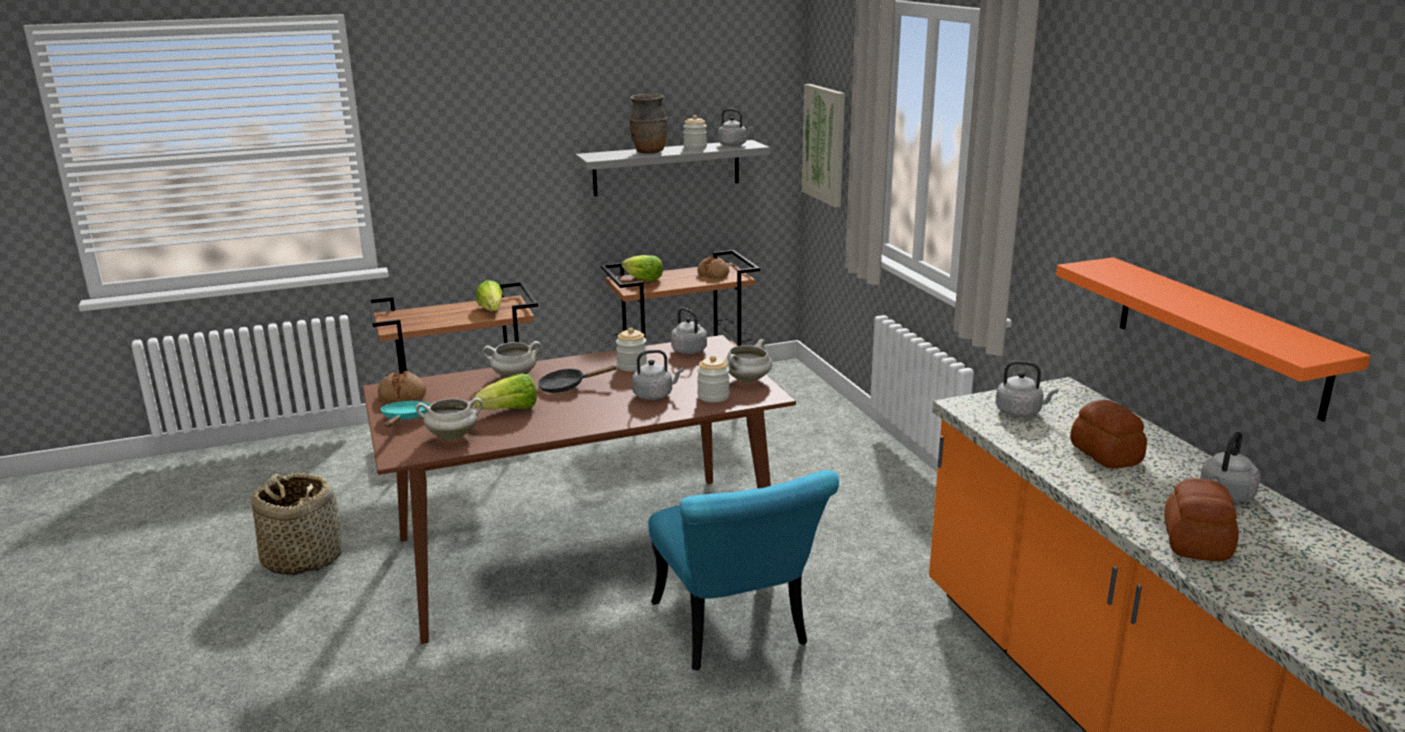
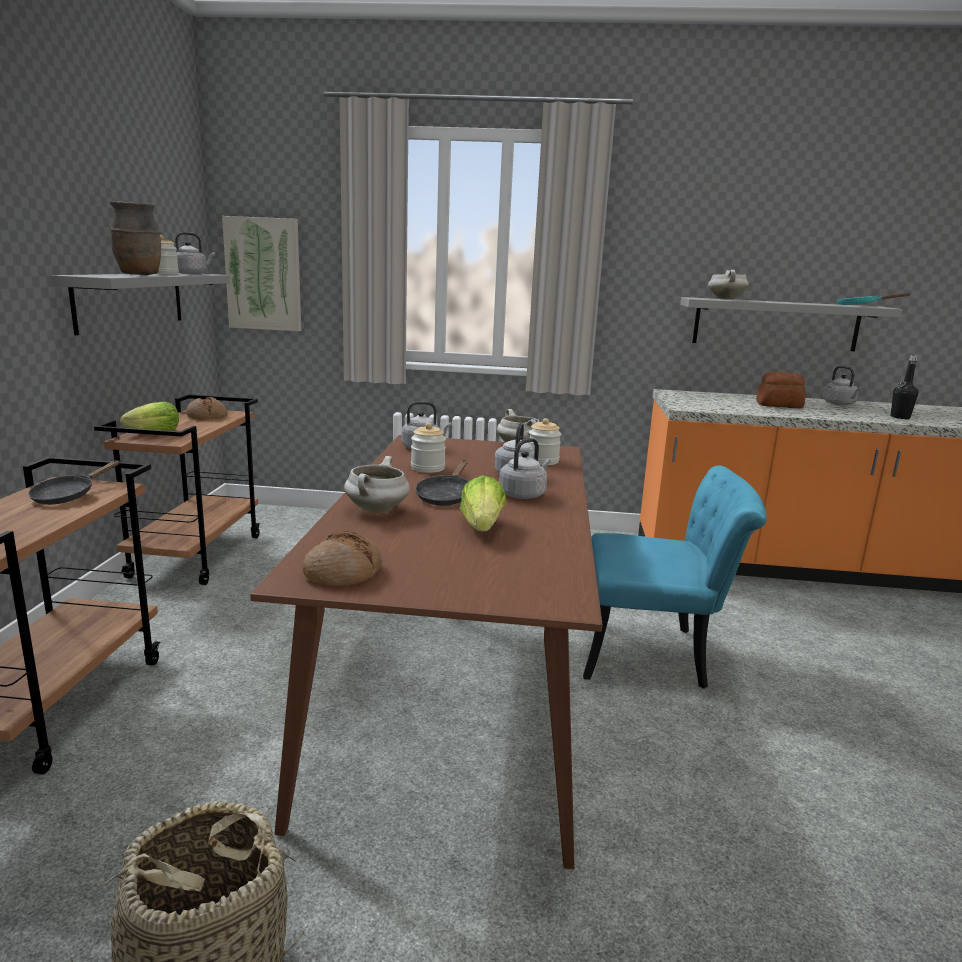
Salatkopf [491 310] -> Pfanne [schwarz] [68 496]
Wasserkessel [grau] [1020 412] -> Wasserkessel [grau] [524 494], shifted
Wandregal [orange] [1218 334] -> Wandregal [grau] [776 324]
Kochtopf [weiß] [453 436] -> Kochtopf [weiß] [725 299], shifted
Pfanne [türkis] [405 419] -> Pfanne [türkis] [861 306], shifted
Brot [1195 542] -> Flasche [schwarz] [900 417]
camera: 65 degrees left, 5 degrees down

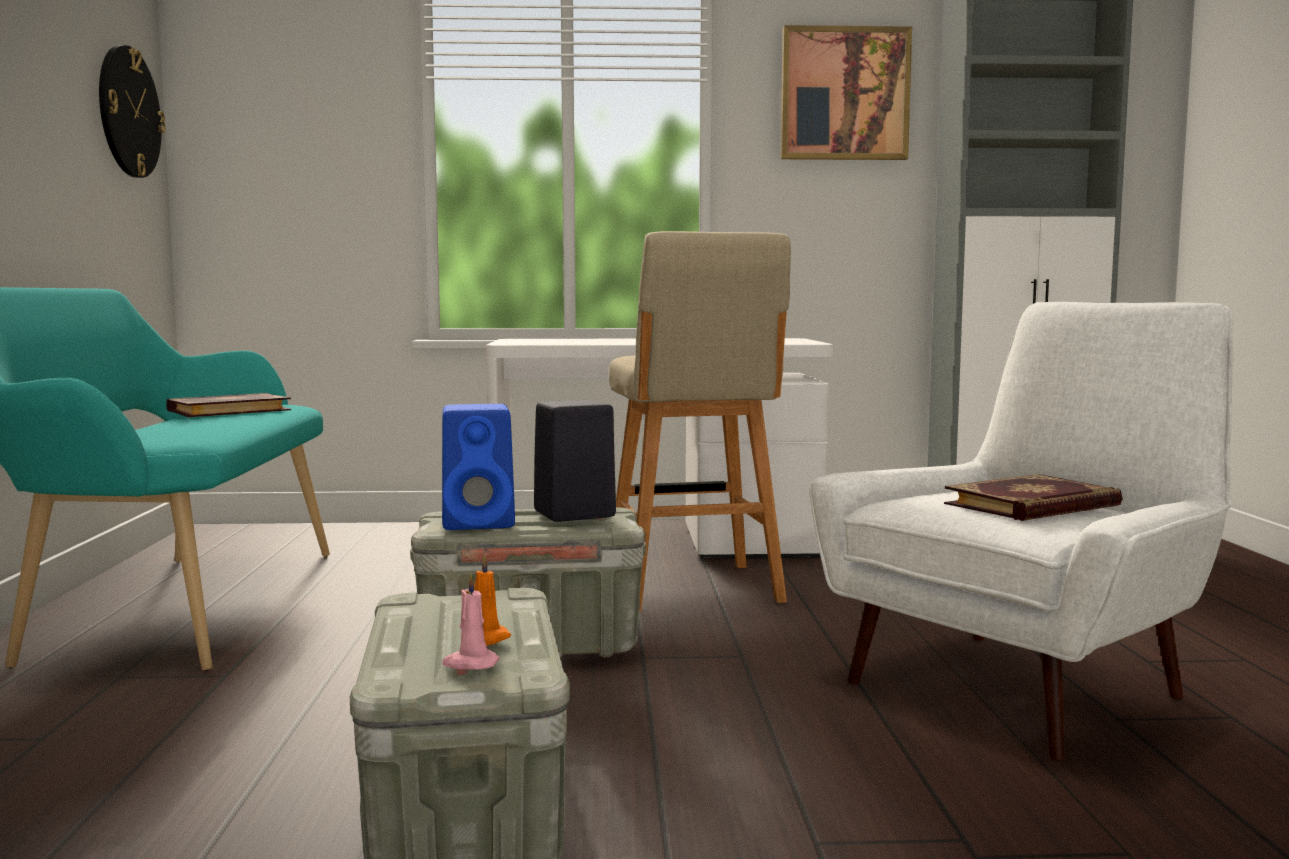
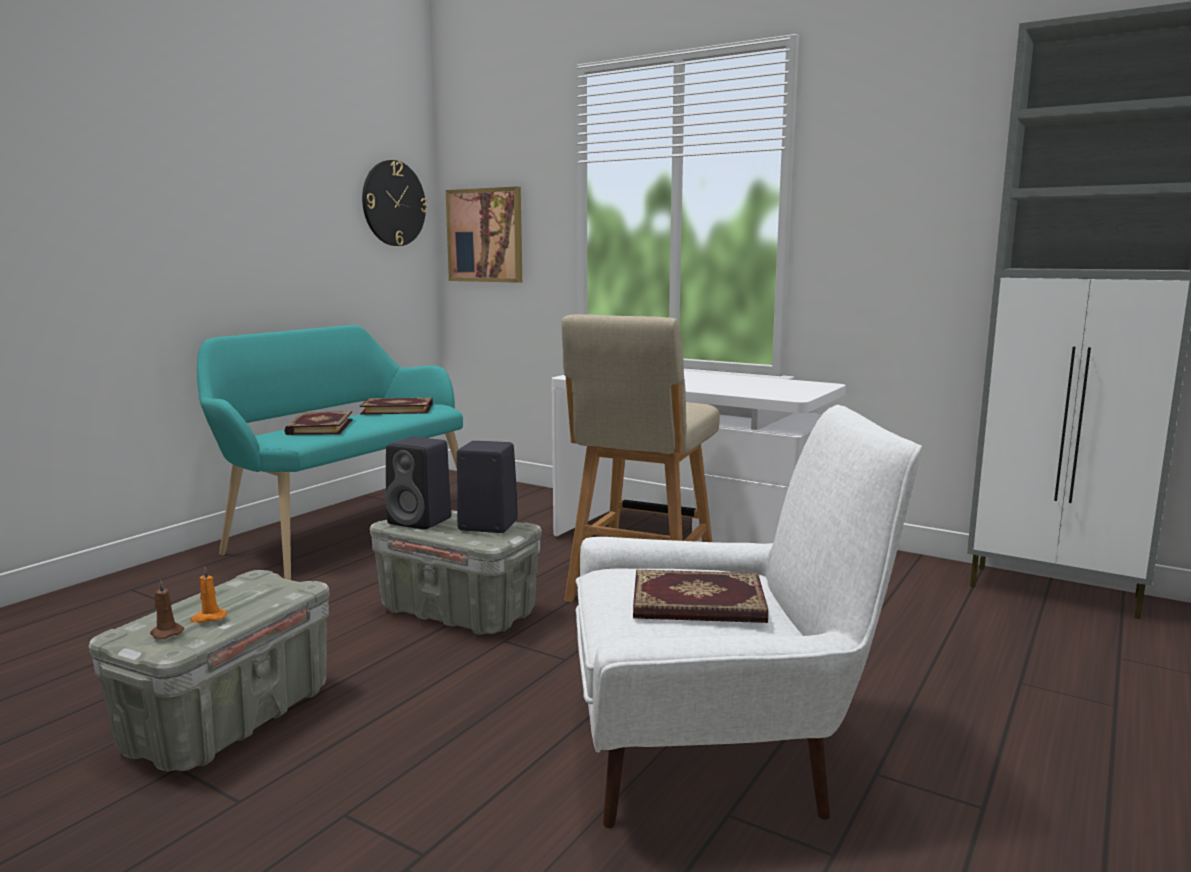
Kerze [rosa] [470 664] -> Kerze [braun] [166 633]
none -> Buch [319 427]
Lautsprecher [blau] [481 522] -> Lautsprecher [schwarz] [422 521]
Bild [844 94] -> Bild [485 235], shifted
camera: 35 degrees right, 5 degrees up

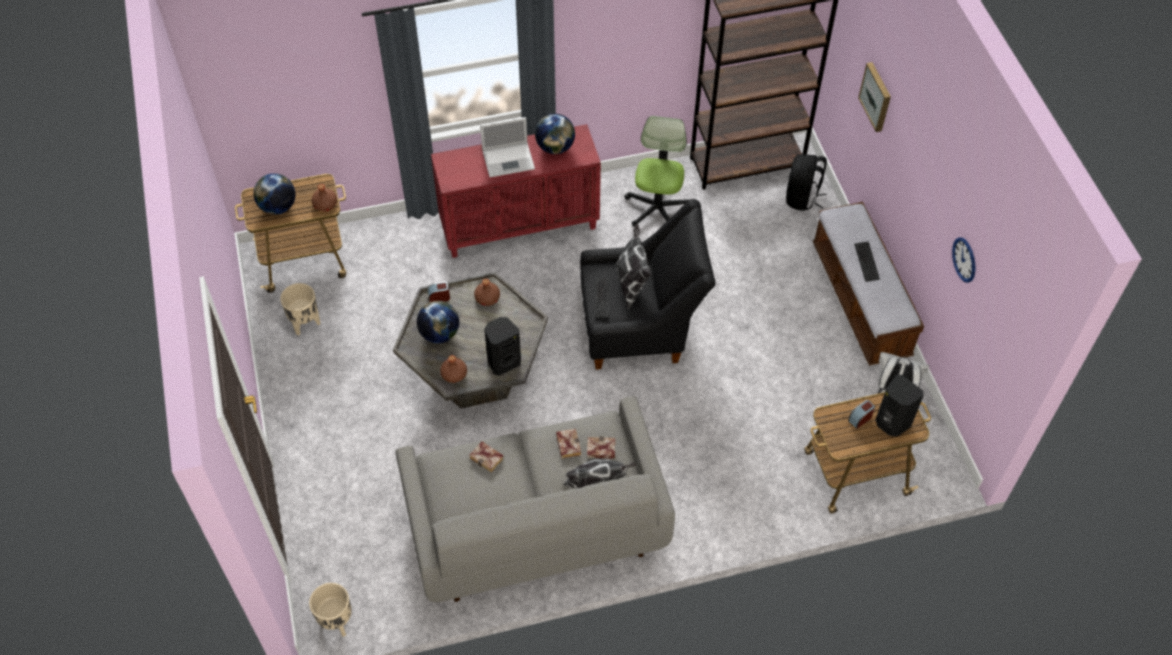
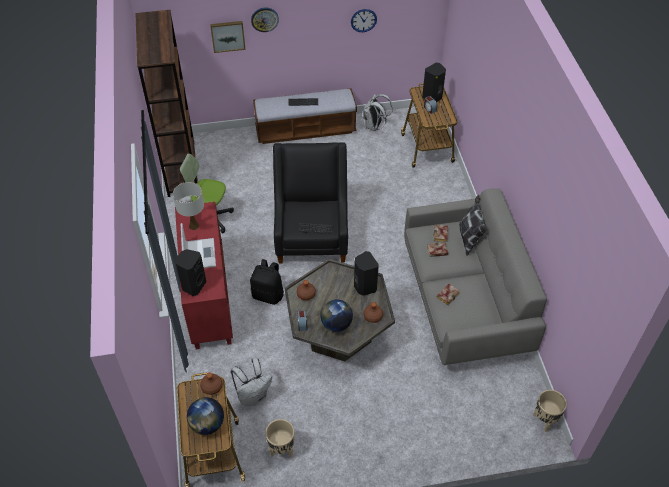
Globus [555 147] -> Tischlampe [weiß] [194 226]
none -> Lautsprecher [schwarz] [193 285]
none -> Rucksack [weiß] [253 396]
Rucksack [schwarz] [802 198] -> Rucksack [schwarz] [268 295], shifted
none -> Wanduhr [264 19]
Kissen [631 284] -> none
camera: 85 degrees left, 5 degrees down

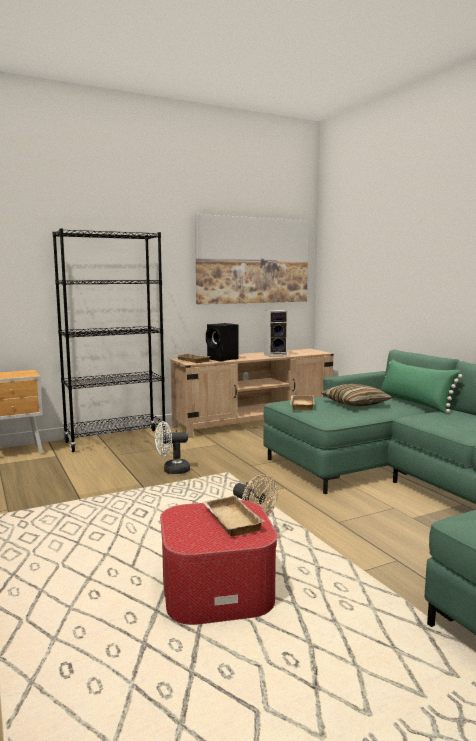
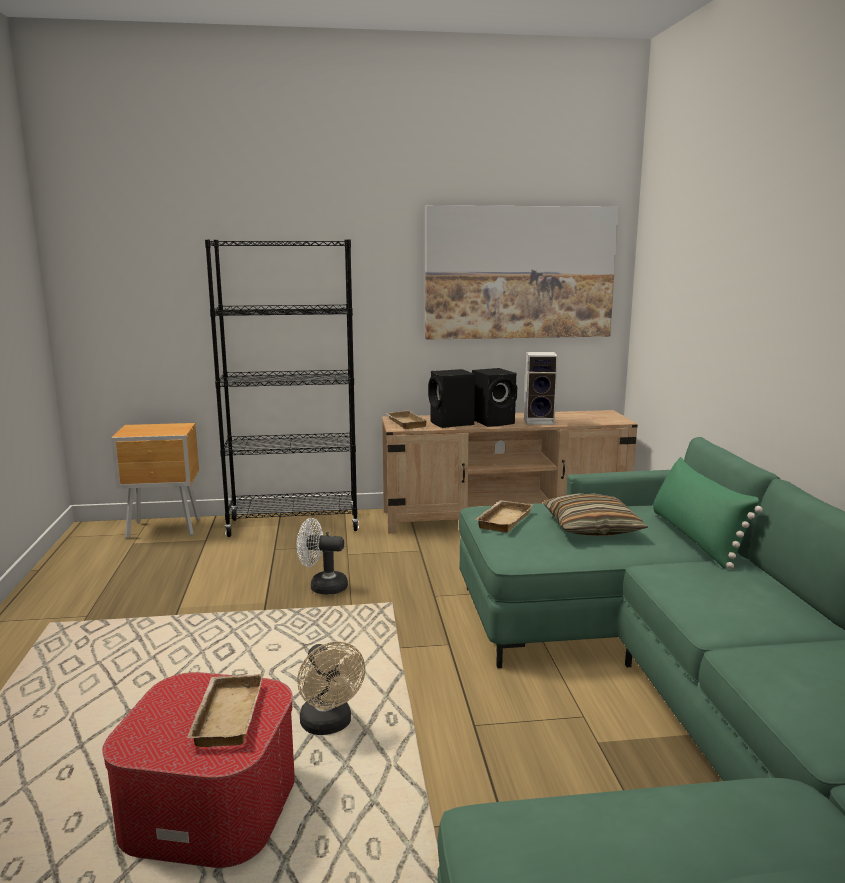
none -> Lautsprecher [schwarz] [494 422]
camera: 20 degrees right, 5 degrees up

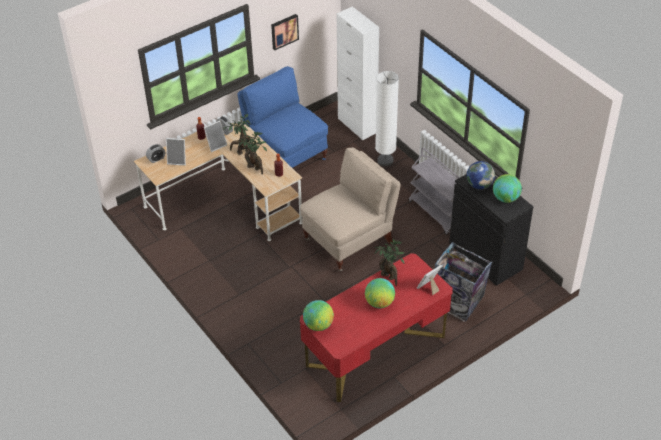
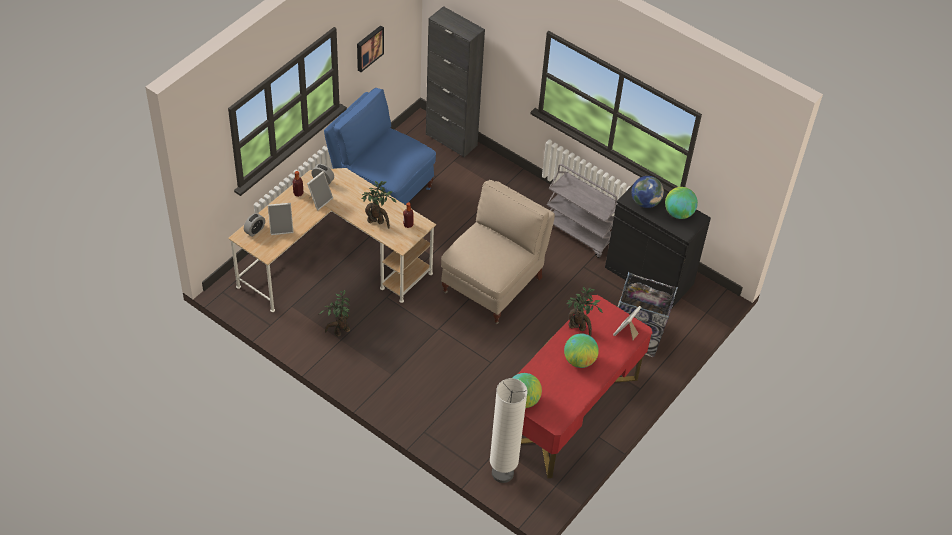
Topfpflanze [241 151] -> Topfpflanze [339 331], shifted
Schrank [weiß] [357 125] -> Schrank [schwarz] [451 140]
Stehlampe [weiß] [385 161] -> Stehlampe [weiß] [502 473], shifted
camera: 20 degrees left, 5 degrees up

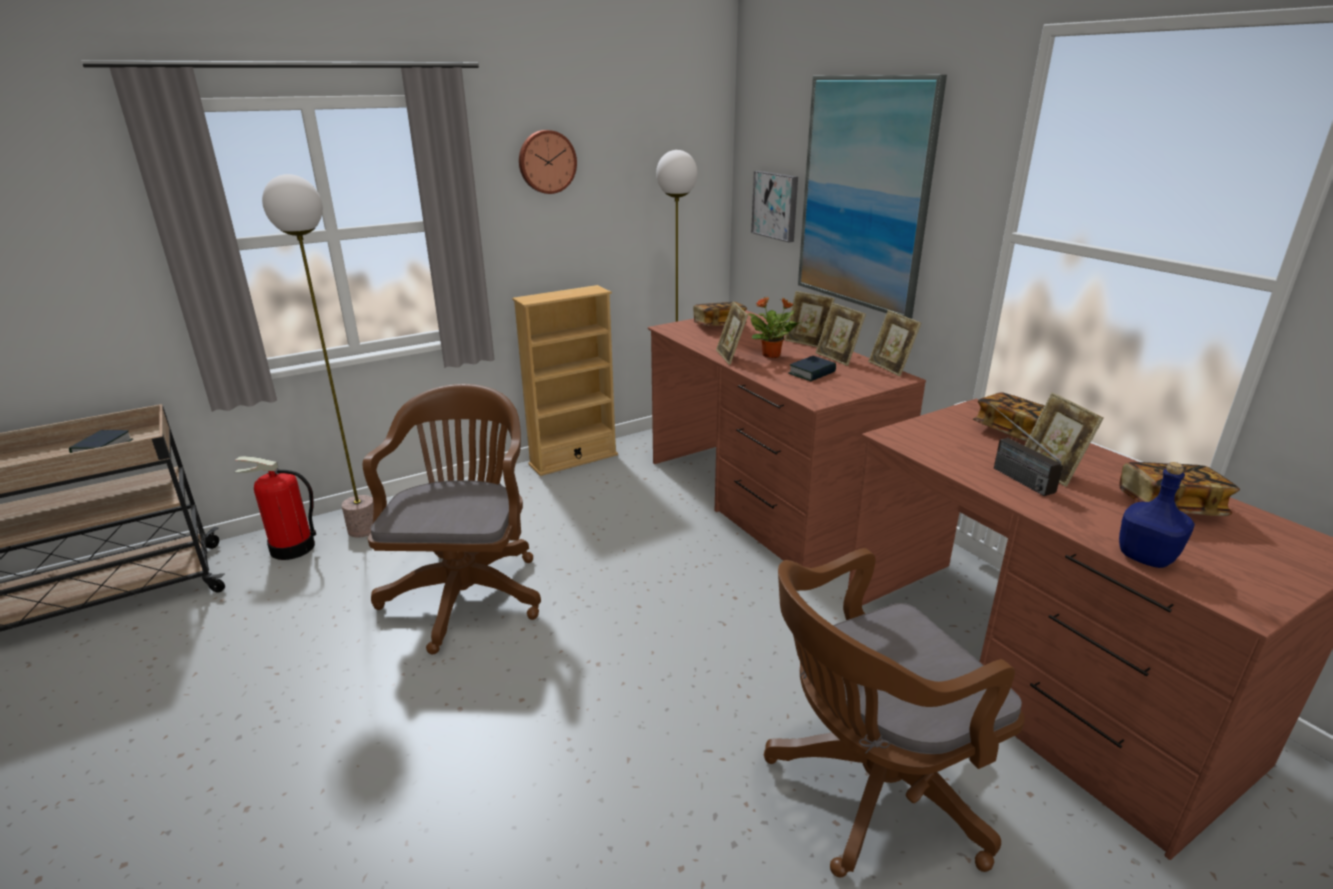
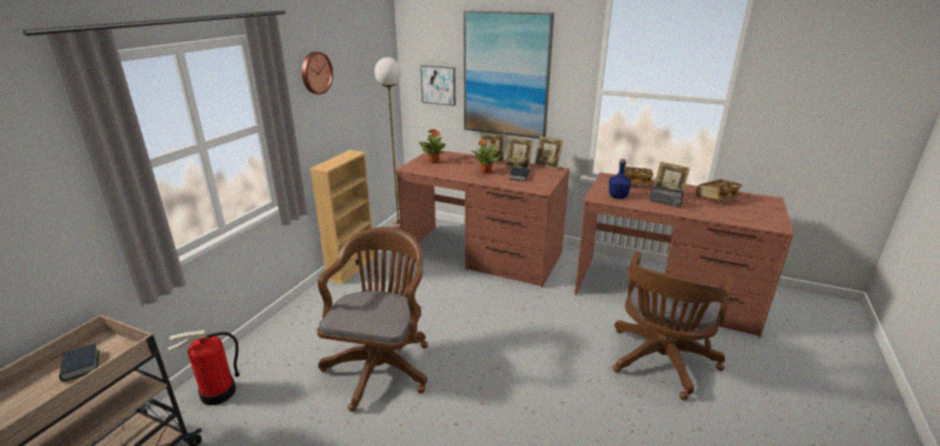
Bürostuhl [braun] [467 591] -> Bürostuhl [braun] [381 365], 45 degrees clockwise
Buch [719 326] -> Topfpflanze [434 161]
Flasche [blau] [1146 556] -> Flasche [blau] [617 196], shifted
Stehlampe [363 529] -> none
Bilderrahmen [730 357] -> none
camera: 35 degrees left, 0 degrees up

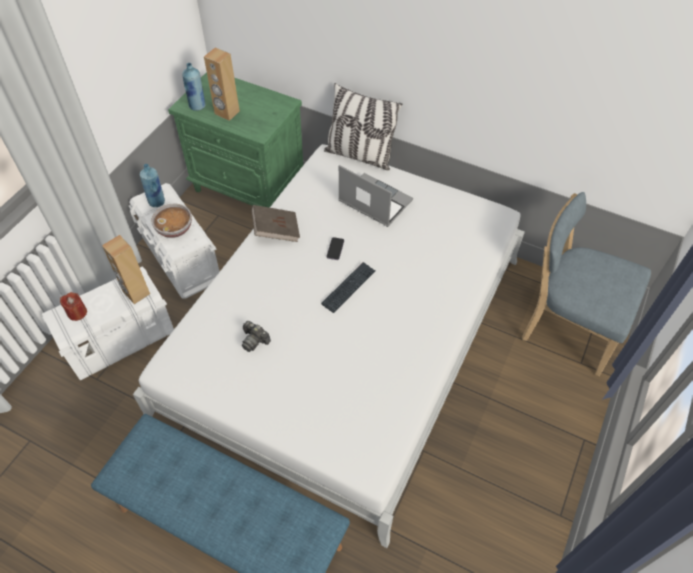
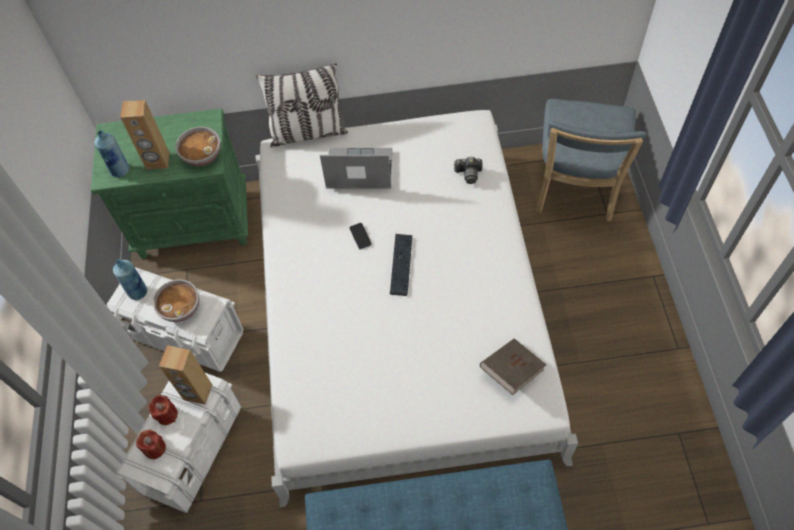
none -> Kerze [rot] [167 415]
none -> Schüssel [202 155]
Kamera [254 340] -> Kamera [468 174], shifted
Buch [braun] [276 231] -> Buch [braun] [511 371], shifted
Stuhl [blau] [566 327] -> Stuhl [blau] [575 189], 75 degrees counterclockwise
camera: 30 degrees left, 5 degrees up

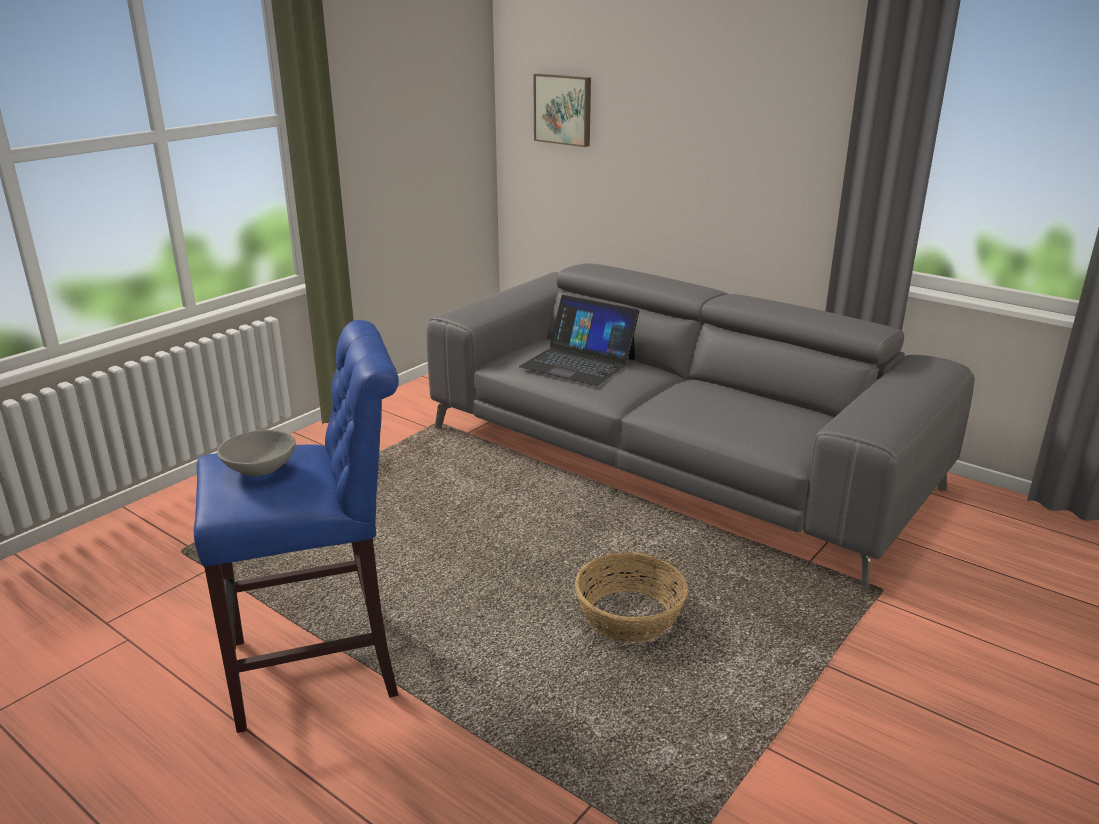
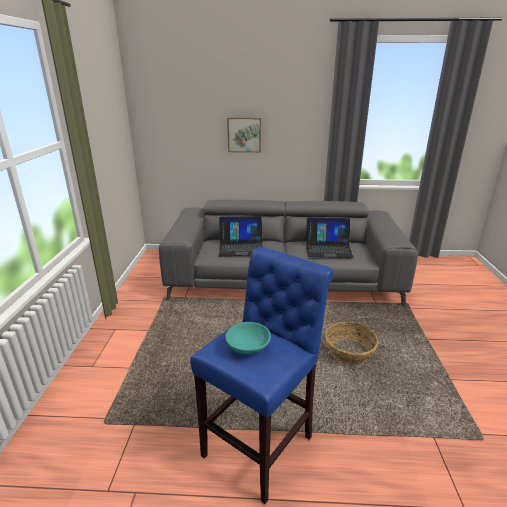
Schüssel [grau] [260 469] -> Schüssel [türkis] [248 348]
Bild [563 109] -> Bild [244 134], shifted
none -> Laptop [328 248]
camera: 35 degrees left, 0 degrees up

